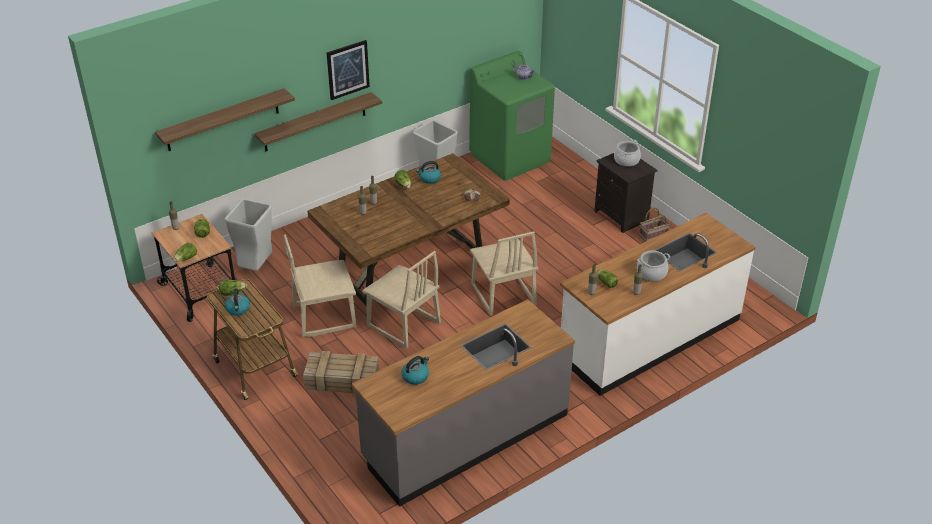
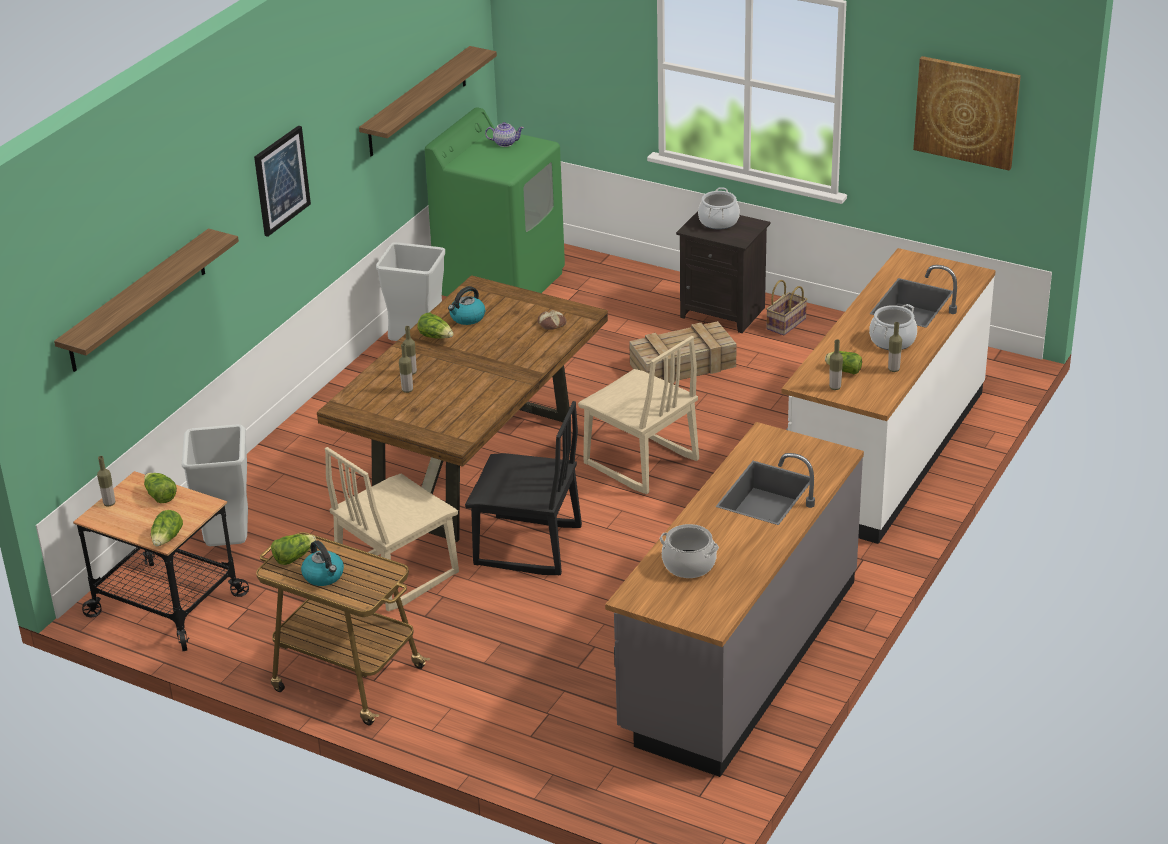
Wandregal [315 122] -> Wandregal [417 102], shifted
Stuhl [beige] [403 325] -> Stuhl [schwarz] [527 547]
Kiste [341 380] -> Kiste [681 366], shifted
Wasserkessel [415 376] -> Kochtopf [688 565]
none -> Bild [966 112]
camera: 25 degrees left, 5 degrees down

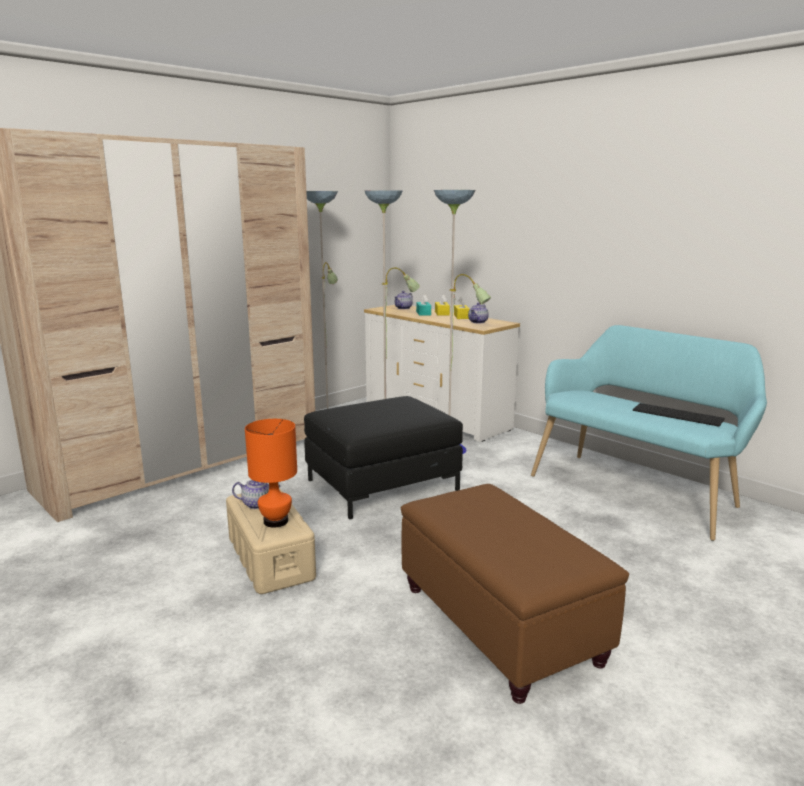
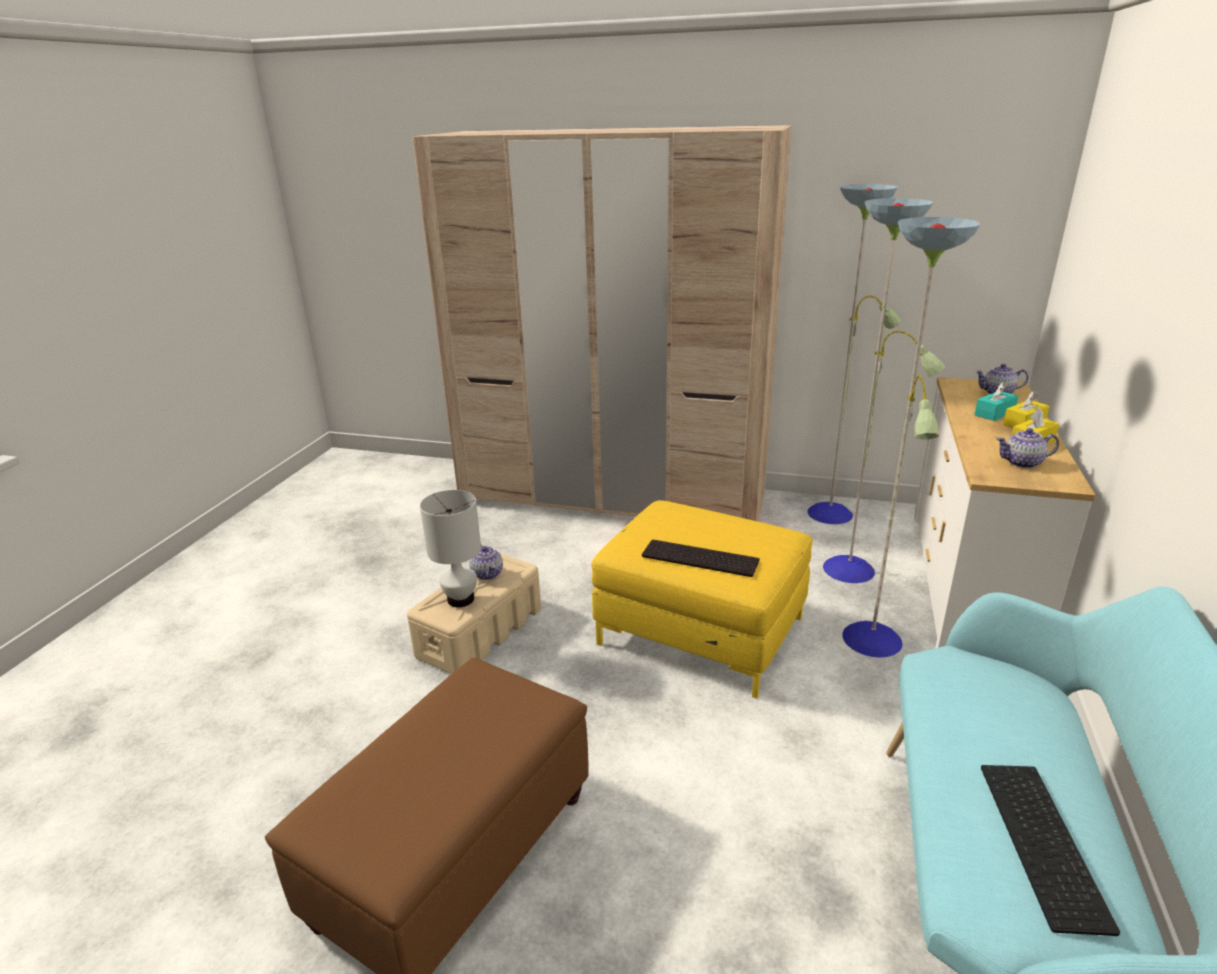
Tischlampe [orange] [276 521] -> Tischlampe [weiß] [461 599]
Polsterhocker [schwarz] [382 485] -> Polsterhocker [gelb] [700 631]
none -> Tastatur [698 559]
camera: 60 degrees right, 10 degrees up

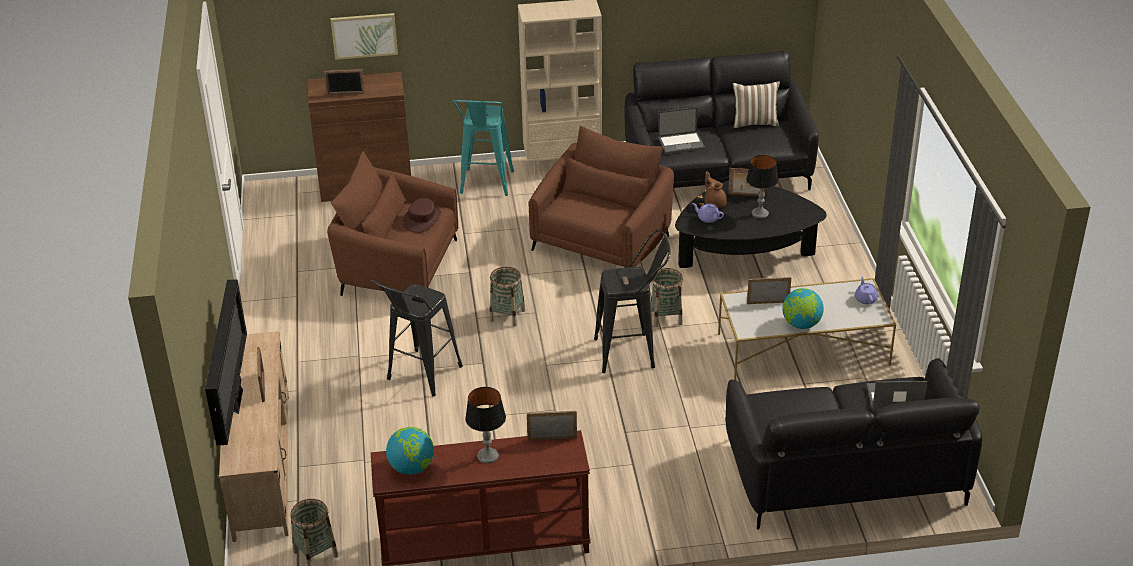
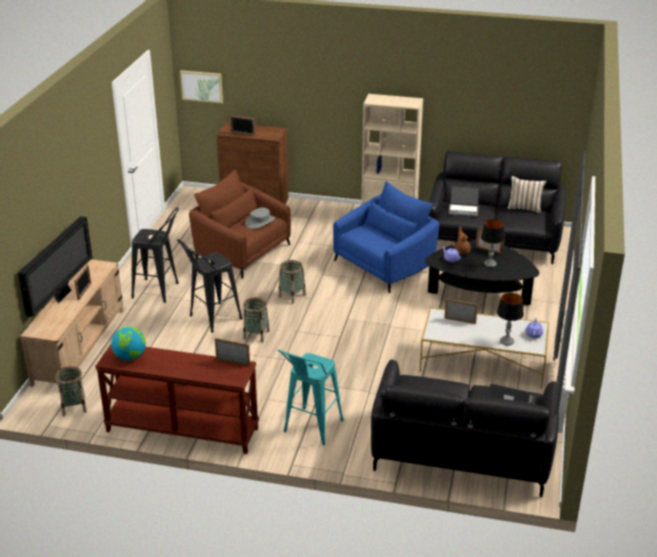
Hocker [schwarz] [632 353] -> Hocker [schwarz] [160 291], shifted
Bild [364 35] -> Bild [201 86], shifted
Korb [666 317] -> Korb [256 335], shifted
Hut [braun] [422 219] -> Hut [grau] [260 221]
Hocker [türkis] [485 186] -> Hocker [türkis] [310 430], shifted
Sessel [braun] [602 242] -> Sessel [blau] [384 266]
Tischlampe [488 456] -> Tischlampe [507 341], shifted
Globus [801 324] -> none
camera: 20 degrees right, 5 degrees down

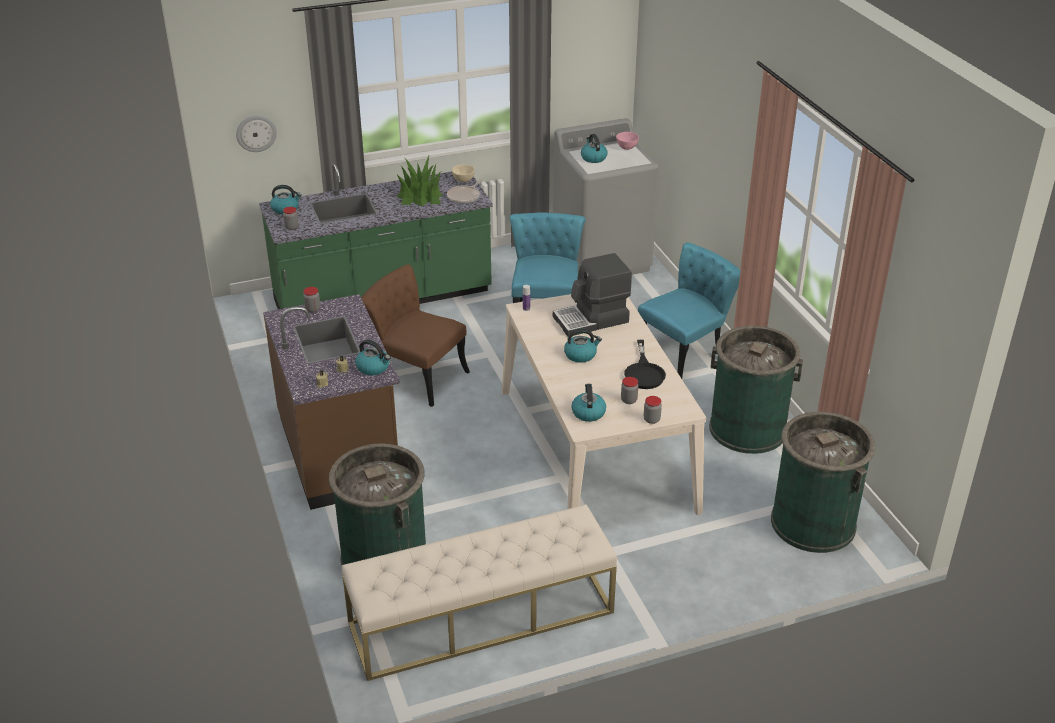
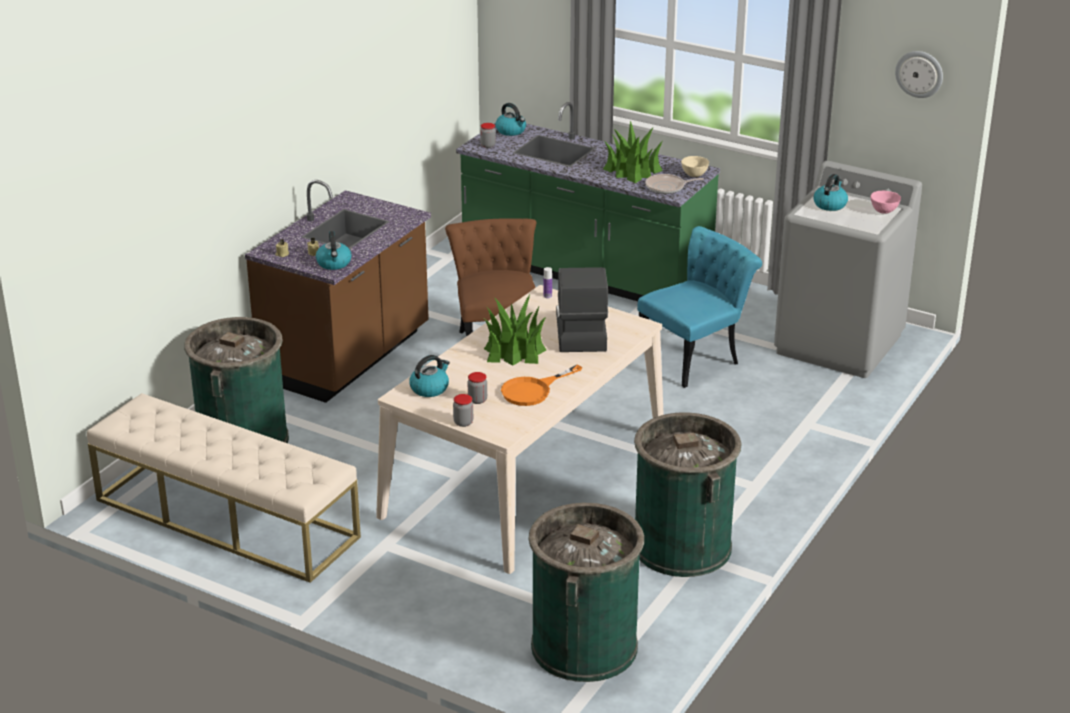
Wasserkessel [581 355] -> Topfpflanze [514 350]
Pfanne [schwarz] [644 372] -> Pfanne [orange] [533 390]
Kaffeemaschine [592 320] -> Kaffeemaschine [579 332], 60 degrees clockwise
Wanduhr [256 133] -> Wanduhr [919 74], shifted
Vorratsglas [312 309] -> none
Stuhl [türkis] [685 352] -> none
camera: 50 degrees right, 5 degrees down

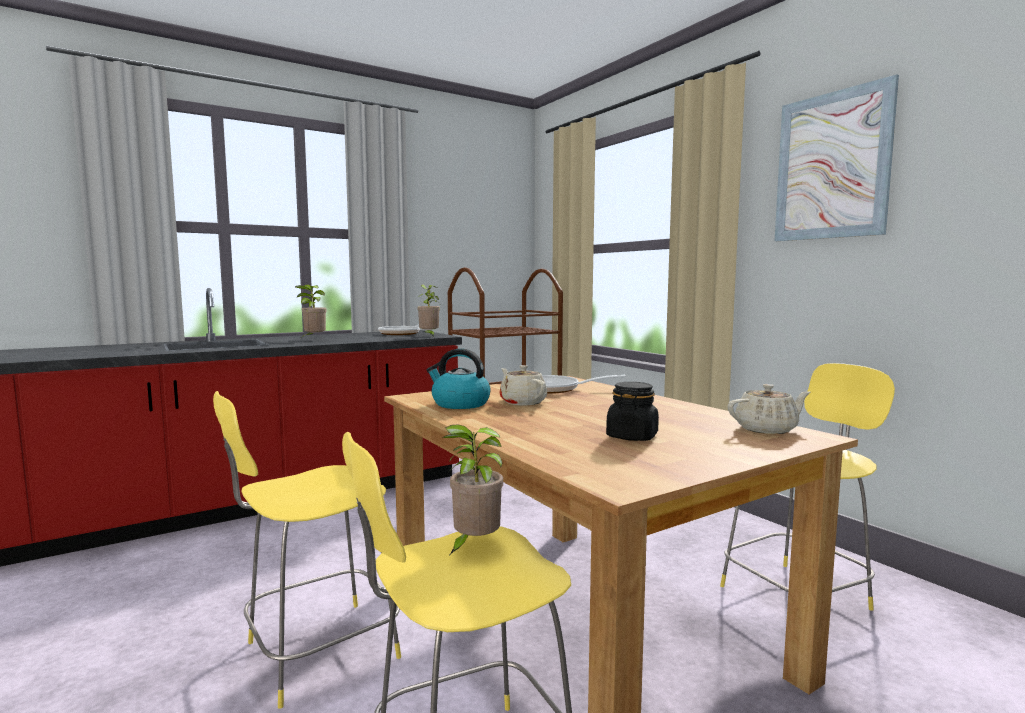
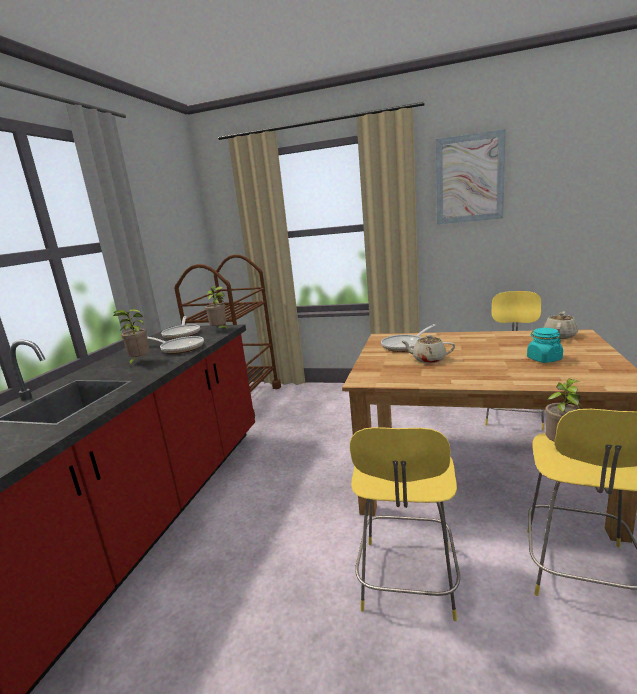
none -> Pfanne [180 348]
Vorratsglas [schwarz] [632 436] -> Vorratsglas [türkis] [544 359]
Wasserkessel [459 404] -> none
camera: 40 degrees left, 10 degrees up

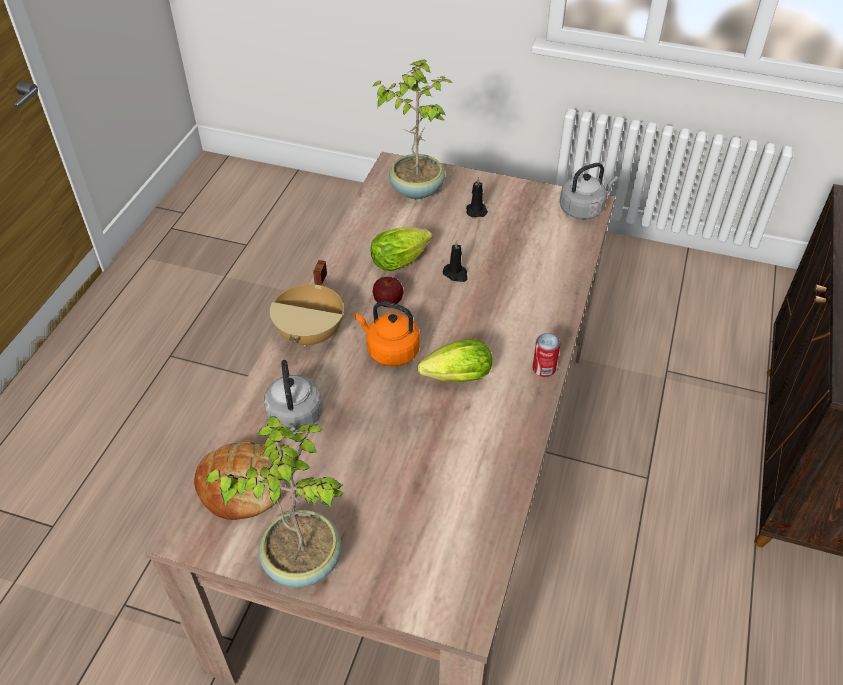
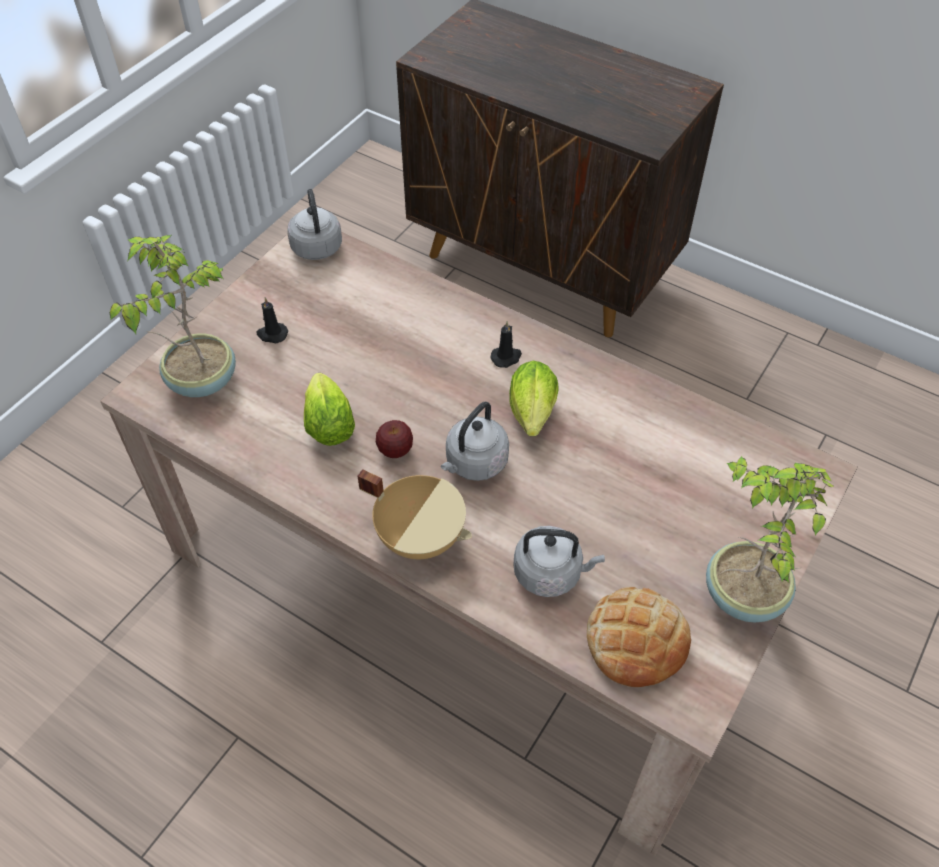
Wasserkessel [orange] [390 351] -> Wasserkessel [grau] [474 463]
Kerze [schwarz] [456 274] -> Kerze [schwarz] [506 357], shifted
Dose [544 368] -> none
camera: 75 degrees left, 5 degrees up

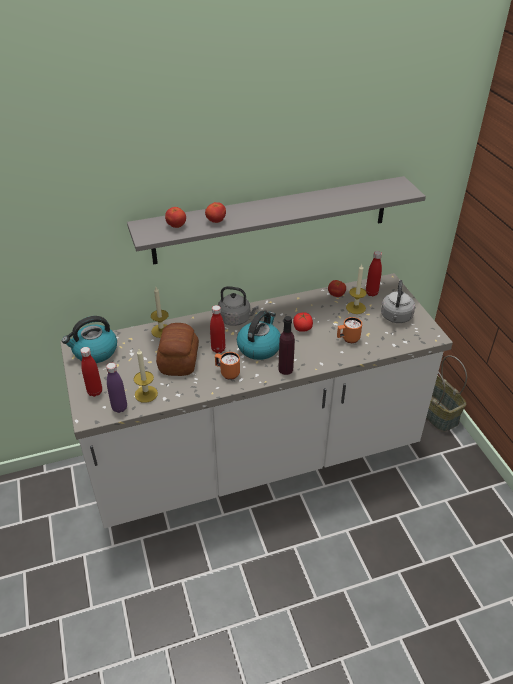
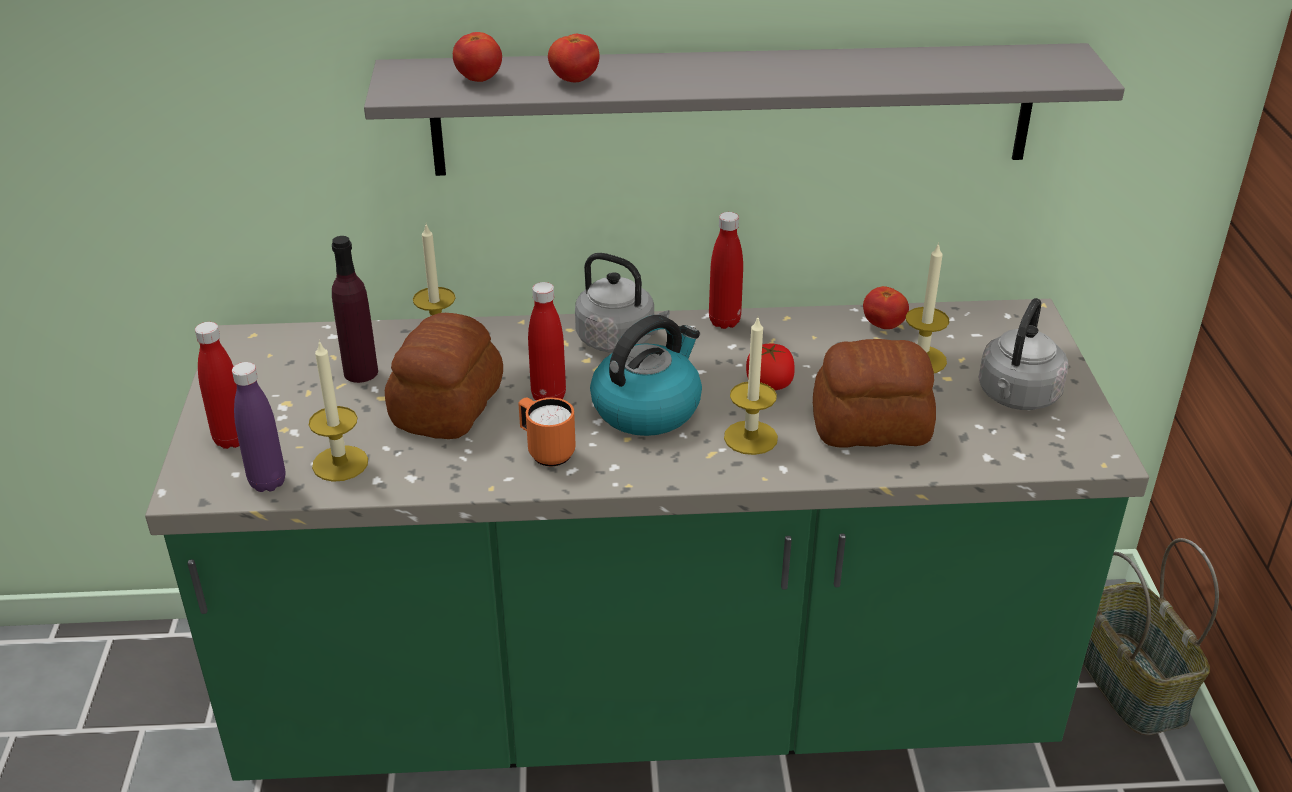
Küchenzeile [weiß] [256 458] -> Küchenzeile [grün] [646 702]
Flasche [lila] [285 369] -> Flasche [lila] [361 372], shifted
Flasche [rot] [371 293] -> Flasche [rot] [724 321], shifted
none -> Kerze [750 437]
Henkelbecher [orange] [348 339] -> Brot [872 426]
Wasserkessel [94 352] -> none
camera: 15 degrees right, 5 degrees down

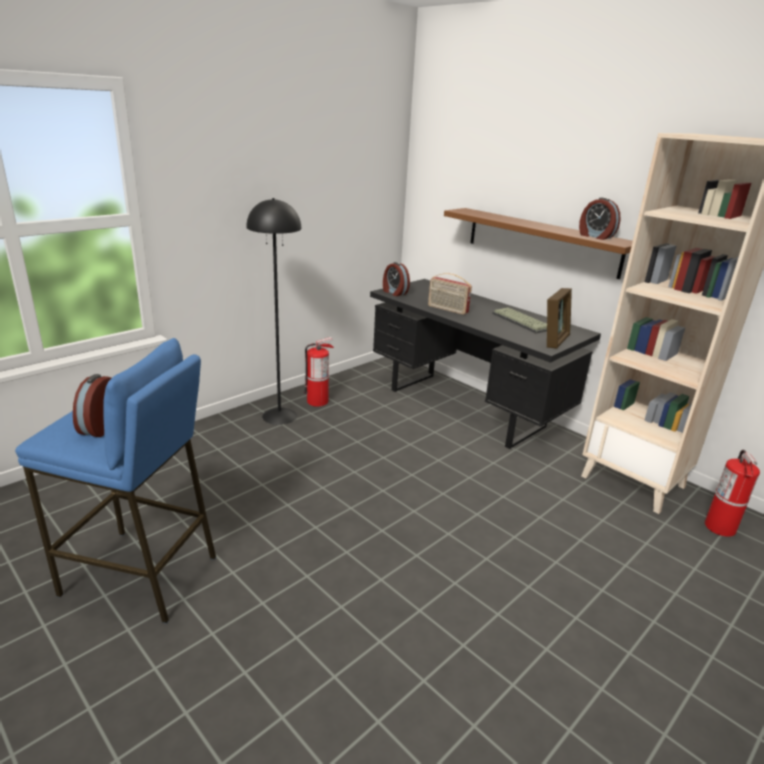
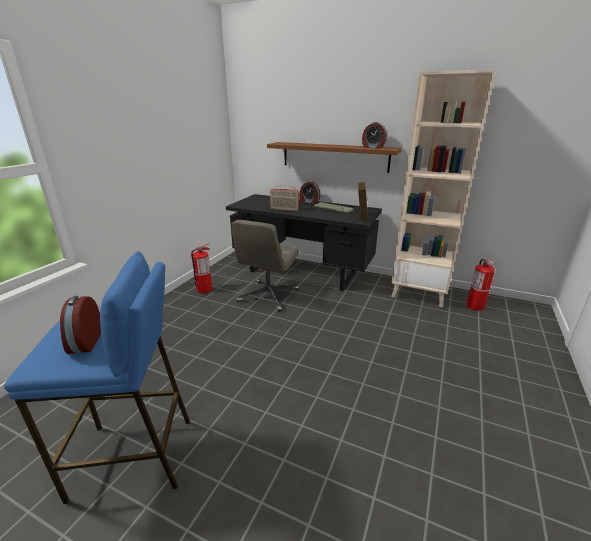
none -> Bürostuhl [grau] [268 296]
Wecker [394 292] -> Wecker [309 202], shifted
Stehlampe [schwarz] [279 416] -> none
camera: 20 degrees left, 0 degrees up

